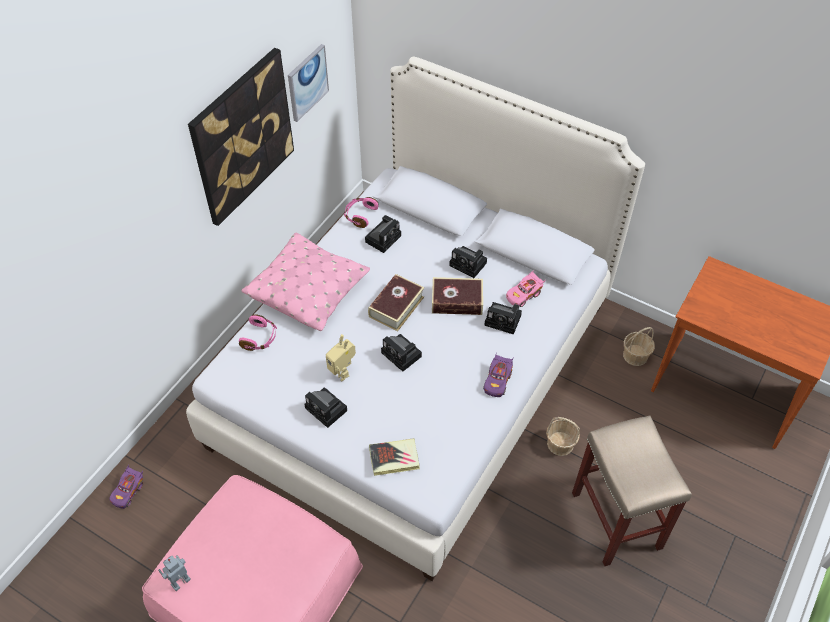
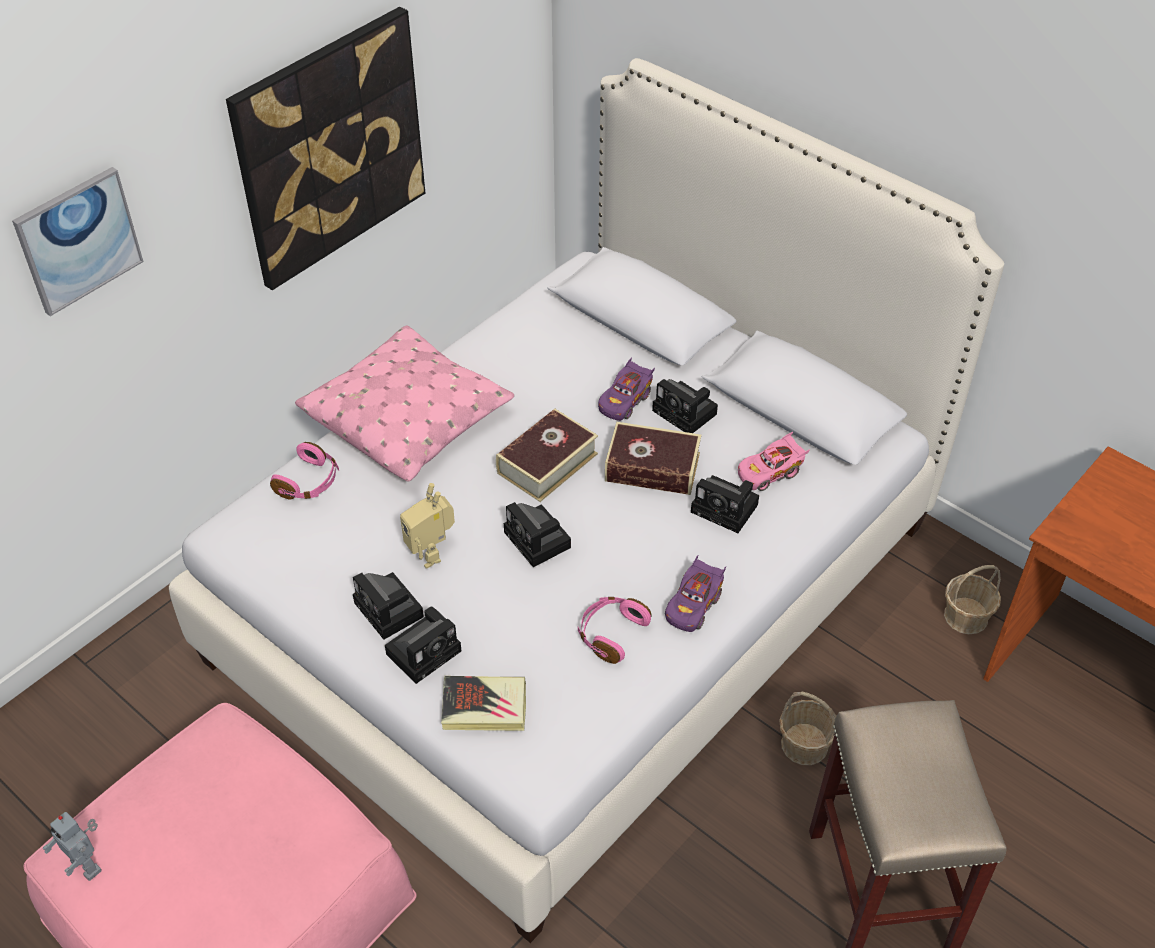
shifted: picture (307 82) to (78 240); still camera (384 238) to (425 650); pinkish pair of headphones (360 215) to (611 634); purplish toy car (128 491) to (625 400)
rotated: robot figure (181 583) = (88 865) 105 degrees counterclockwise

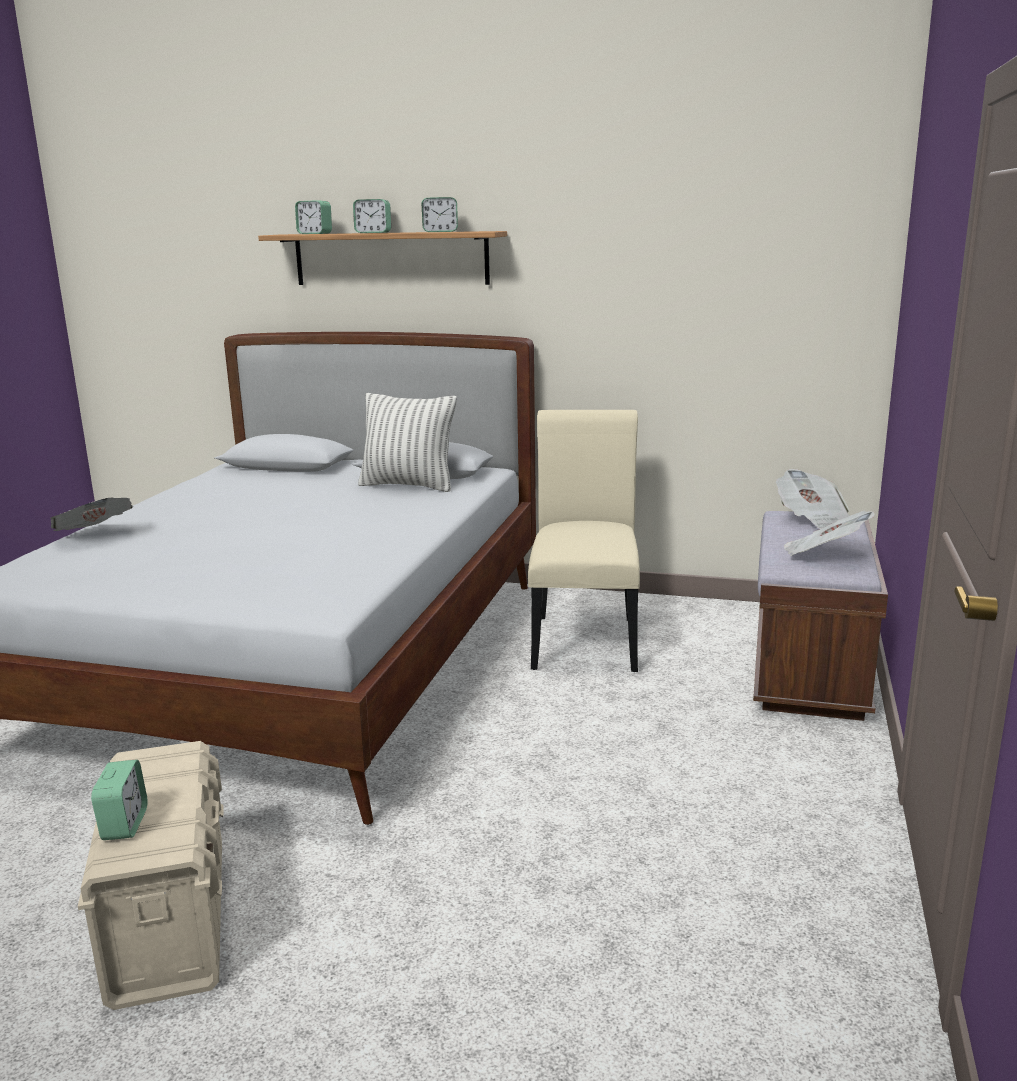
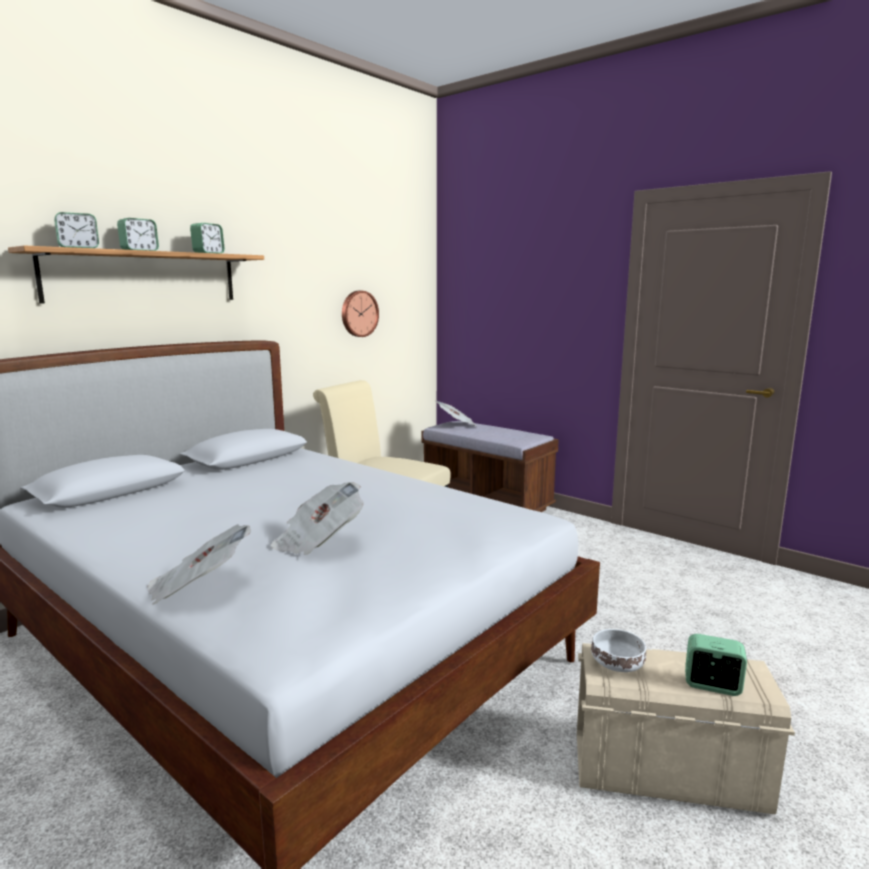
gone: throw pillow (408 485)
new: wall clock (358 313); white-coloured serving bowl (618 664)
shifted: daily paper (823 555) to (318 541)

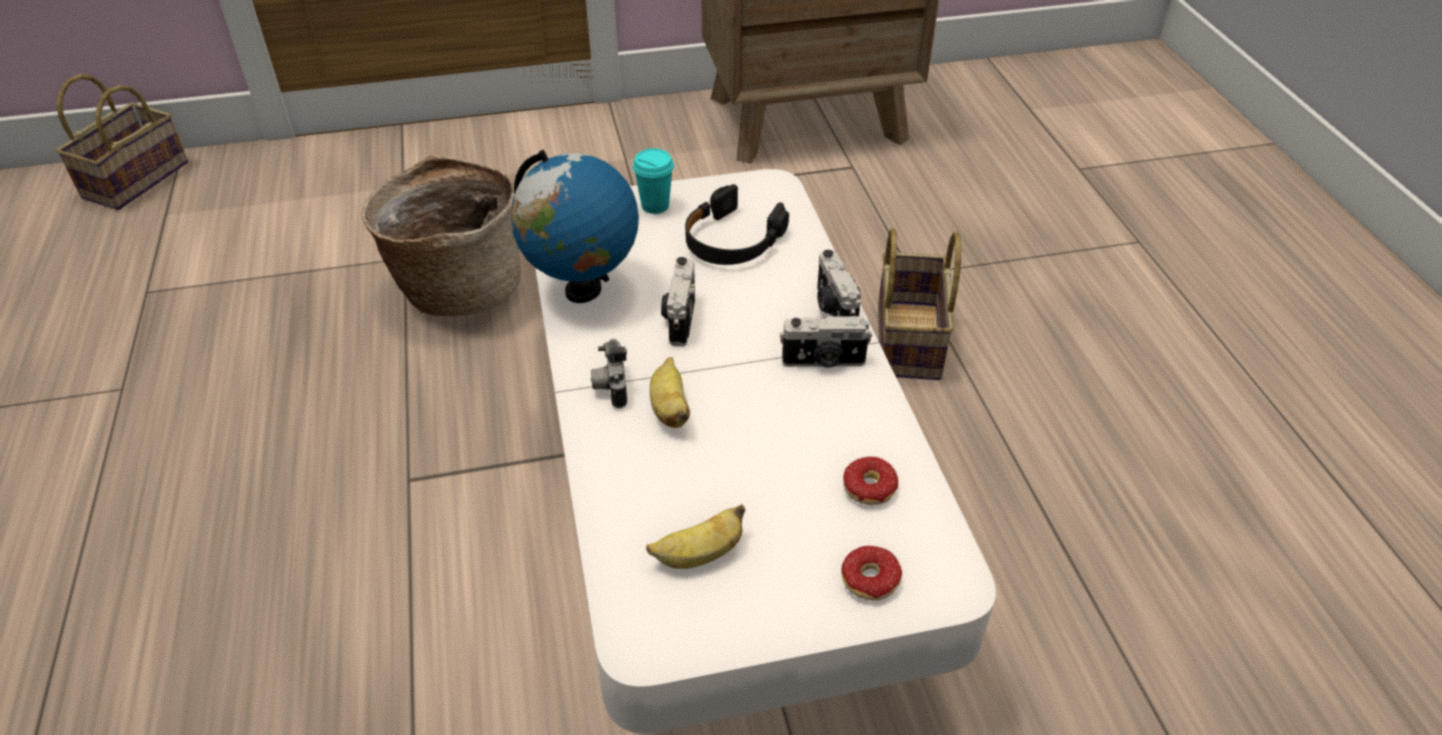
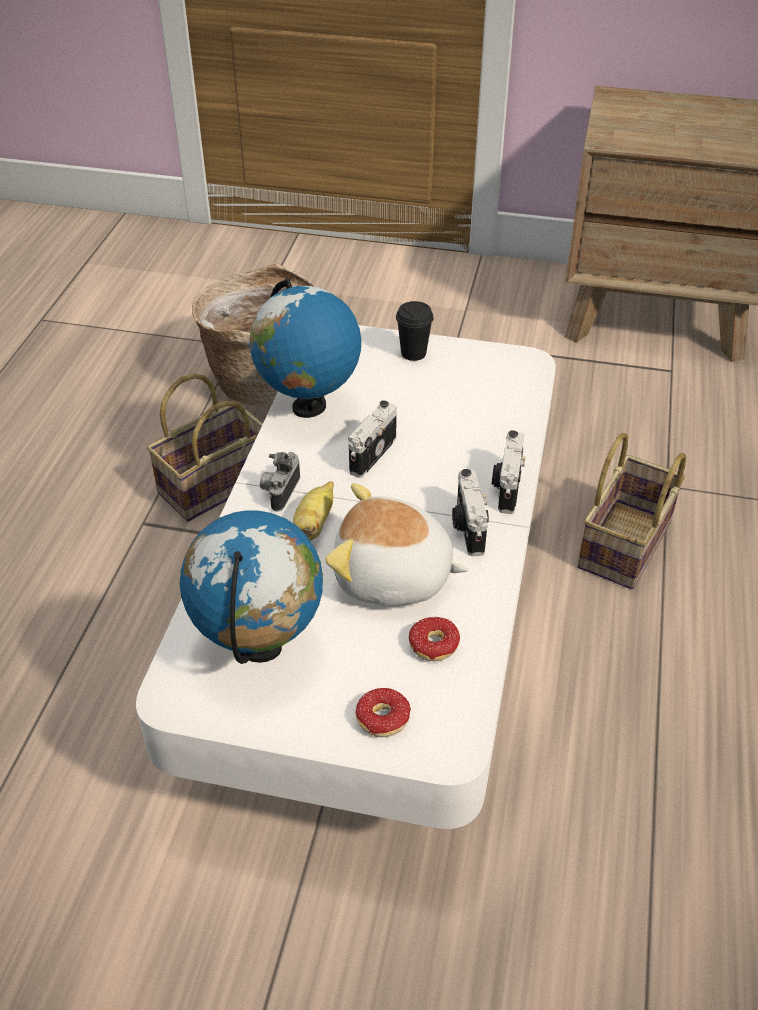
gone: black-coloured pair of headphones (731 240)
new: cuddly toy (392 577)
shifted: storage basket (136 178) to (216 482)
swapped: banana fruit (699 555) to desk globe (260 647)
repainted: turquoise cup (655 206) to black-coloured cup (413 353)
rotated: still camera (823 362) = (467 528) 60 degrees clockwise

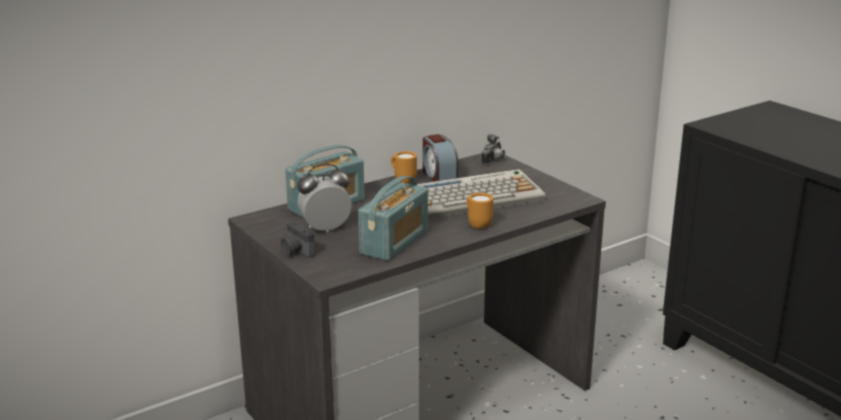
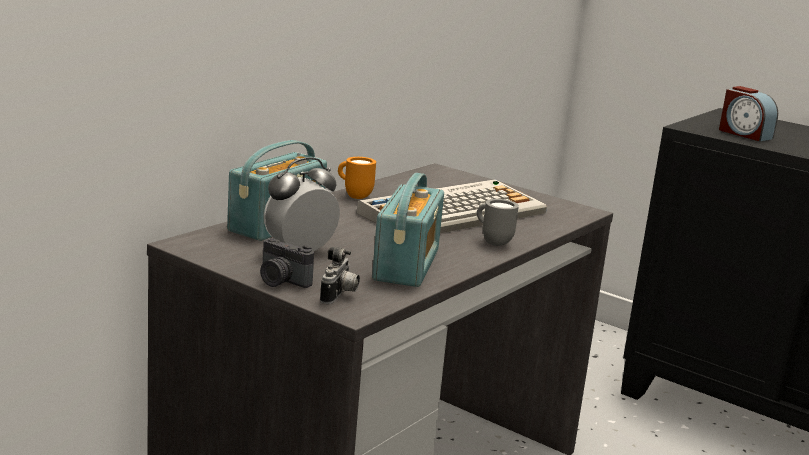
shifted: still camera (494 161) to (339 296); table clock (439 175) to (744 134)
repainted: orangey mug (477 225) to grey mug (492 242)

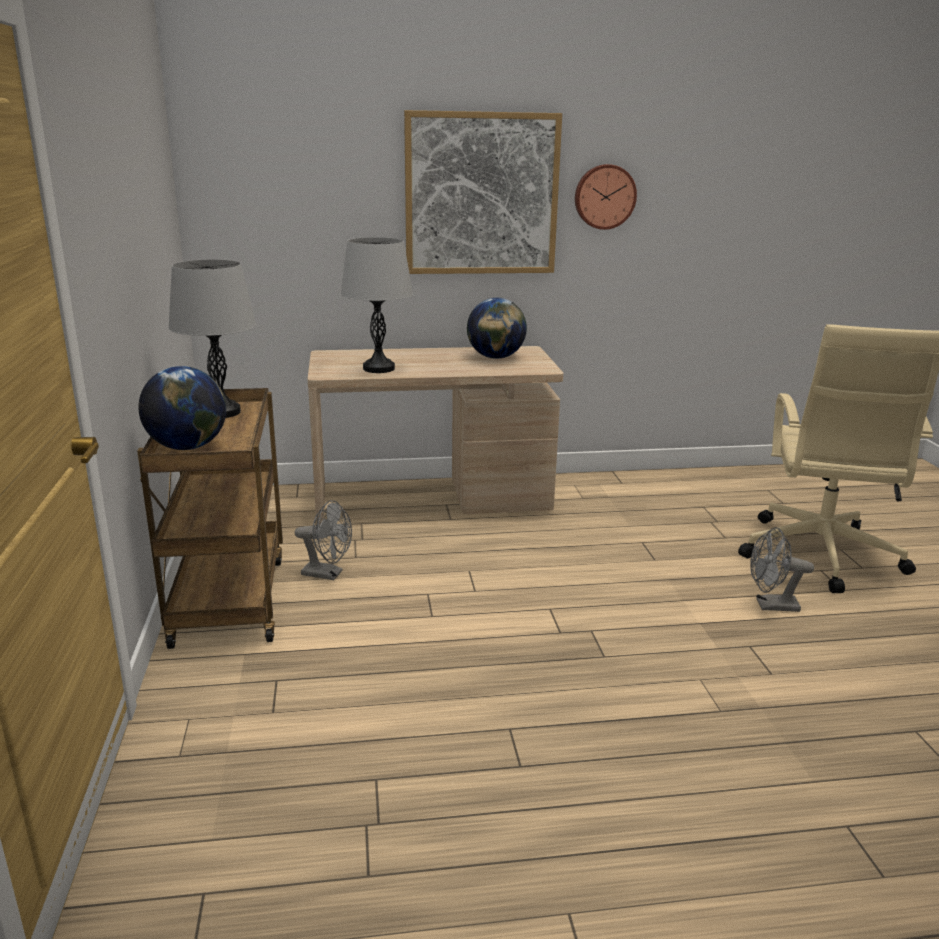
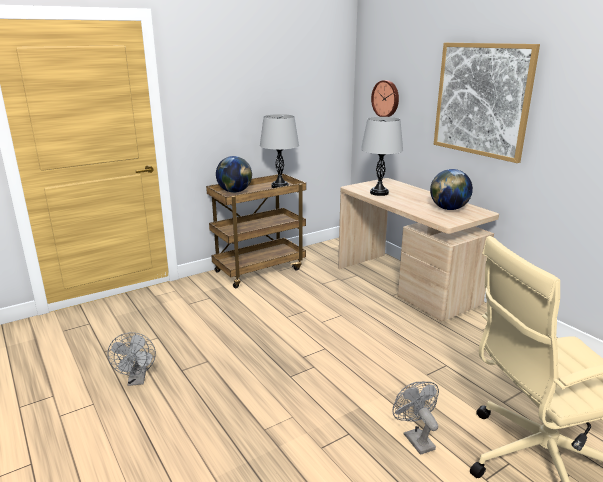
shifted: grey electric fan (328 574) to (137 380); wall clock (604 196) to (386 98)

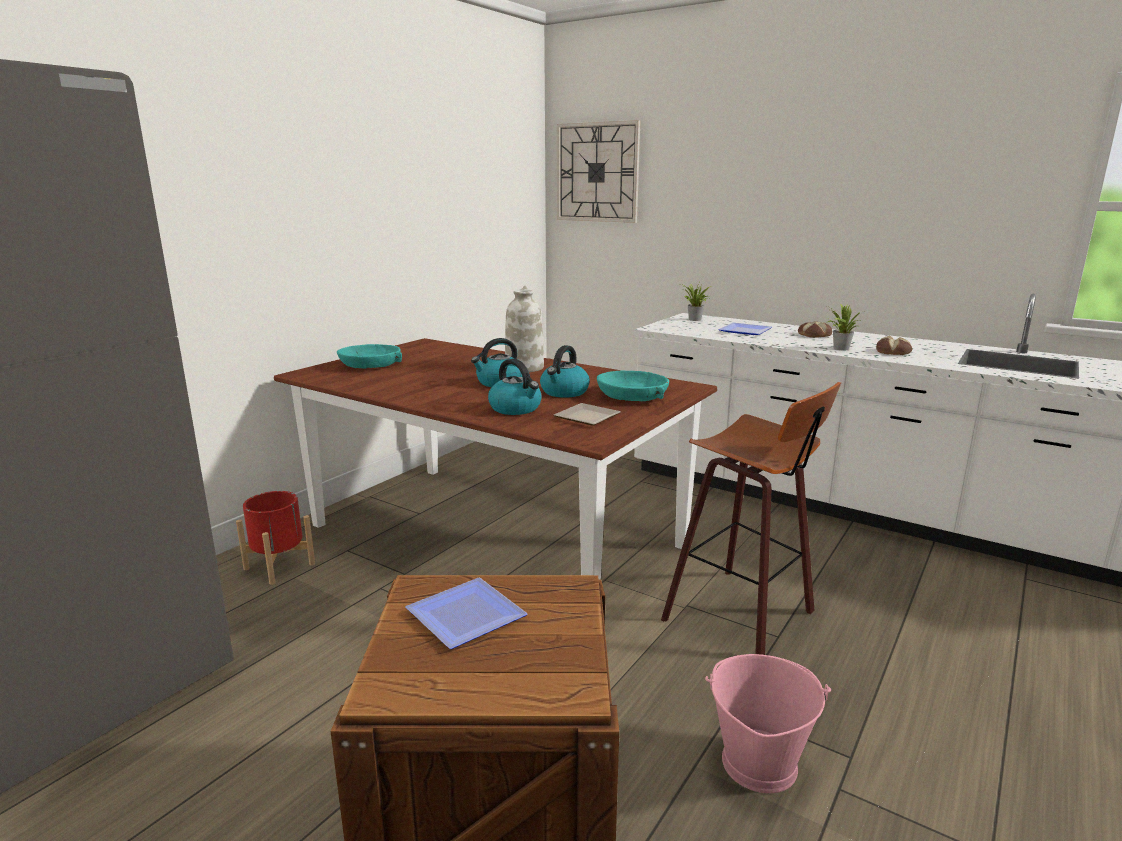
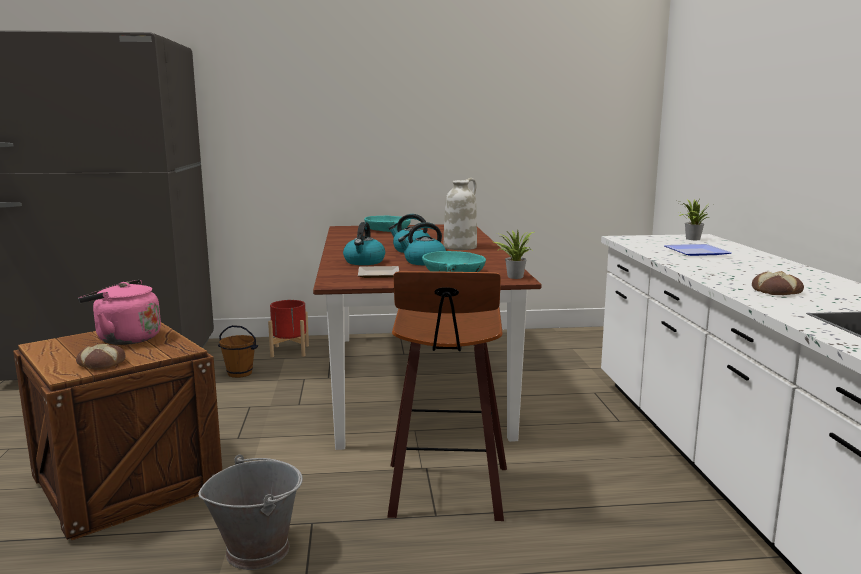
gone: wall clock (597 172)
new: brown water bucket (240 373)
shifted: baked bread (814 335) to (102 363); houseplant (839 348) to (513 276)
swapped: flat dish (461 616) to pinkish tea kettle (125 339)
repainted: pinkish water bucket (757 763) to grey water bucket (258 549)

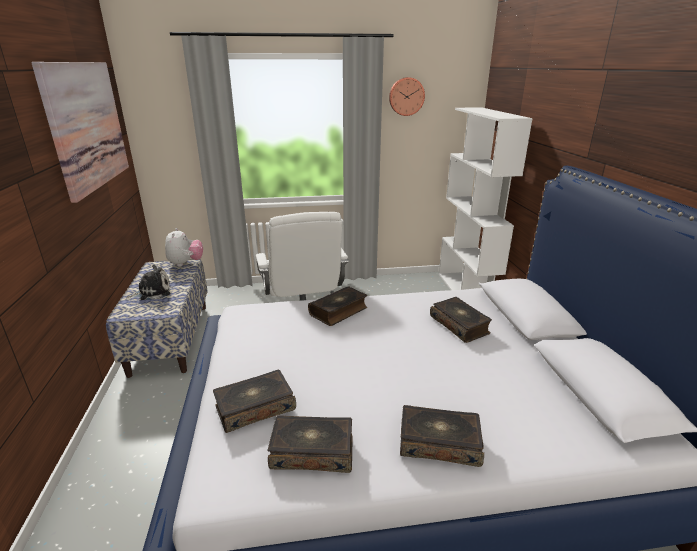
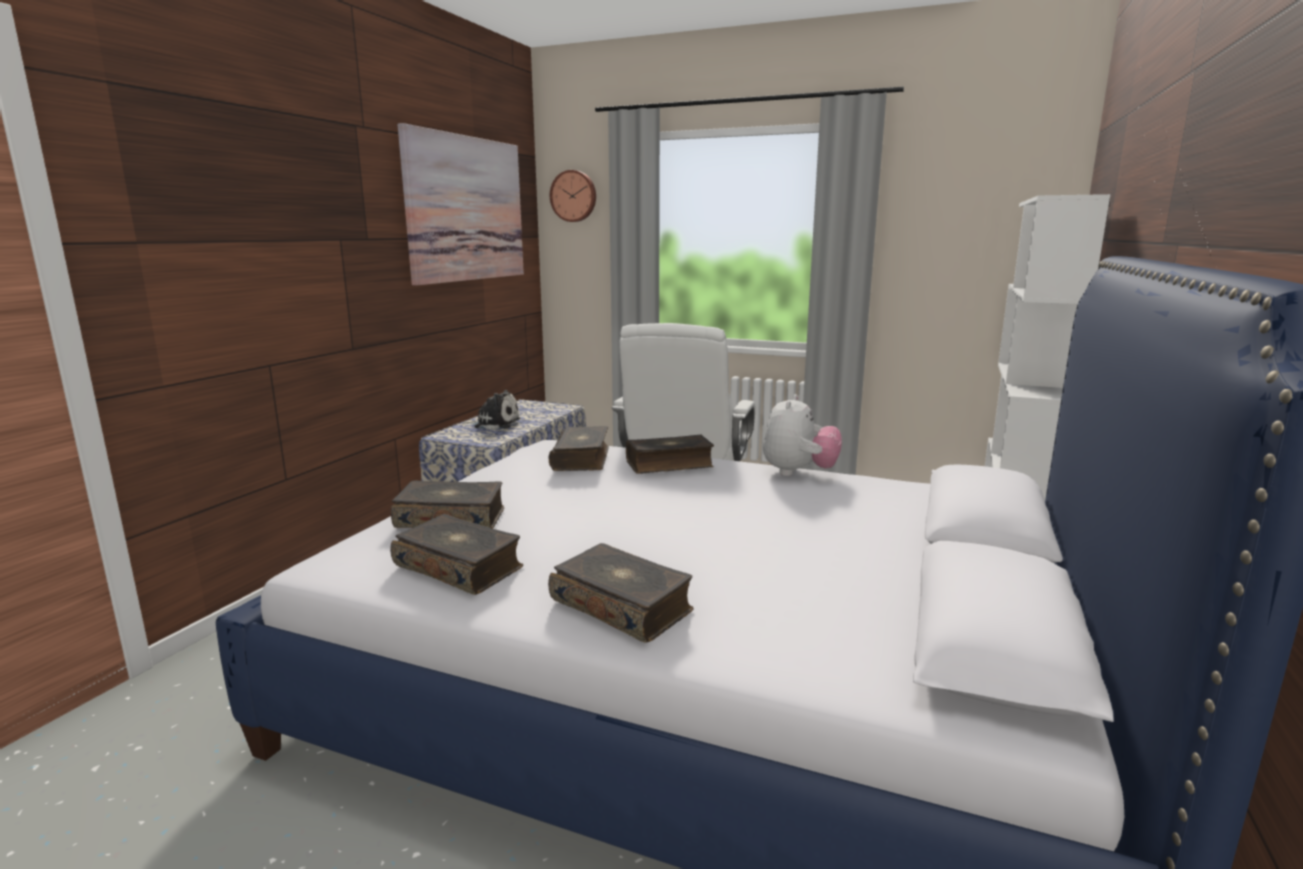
shifted: bound book (459 325) to (582 458); wall clock (406 96) to (574 196); cuddly toy (185 263) to (798 473)

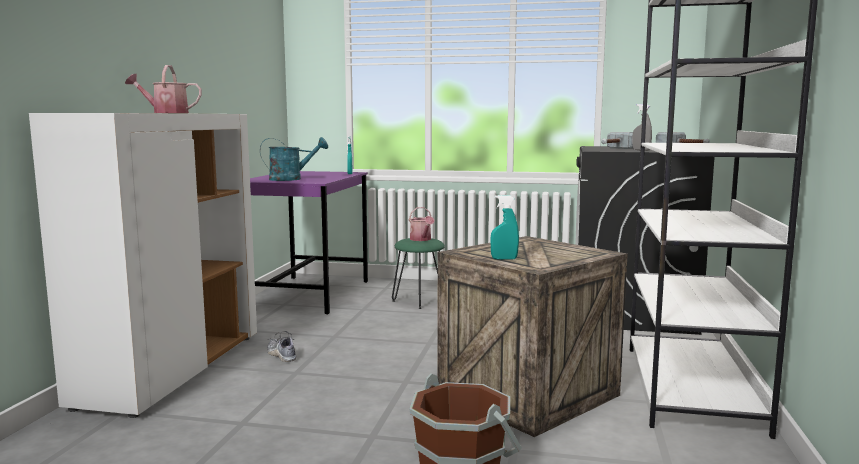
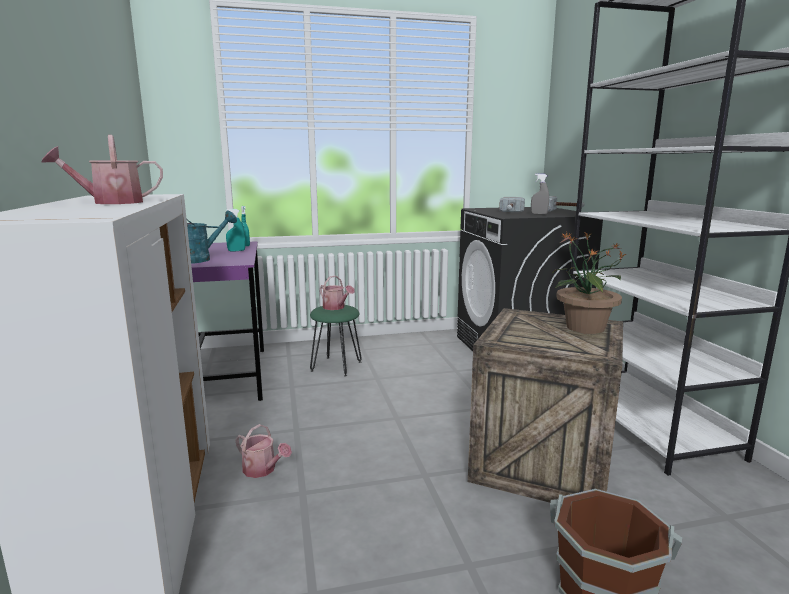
new: houseplant (584 328)
shifted: turquoise hand sprayer (504 259) to (236 251)
swapped: low shoe (281 355) to watering can (263 470)

